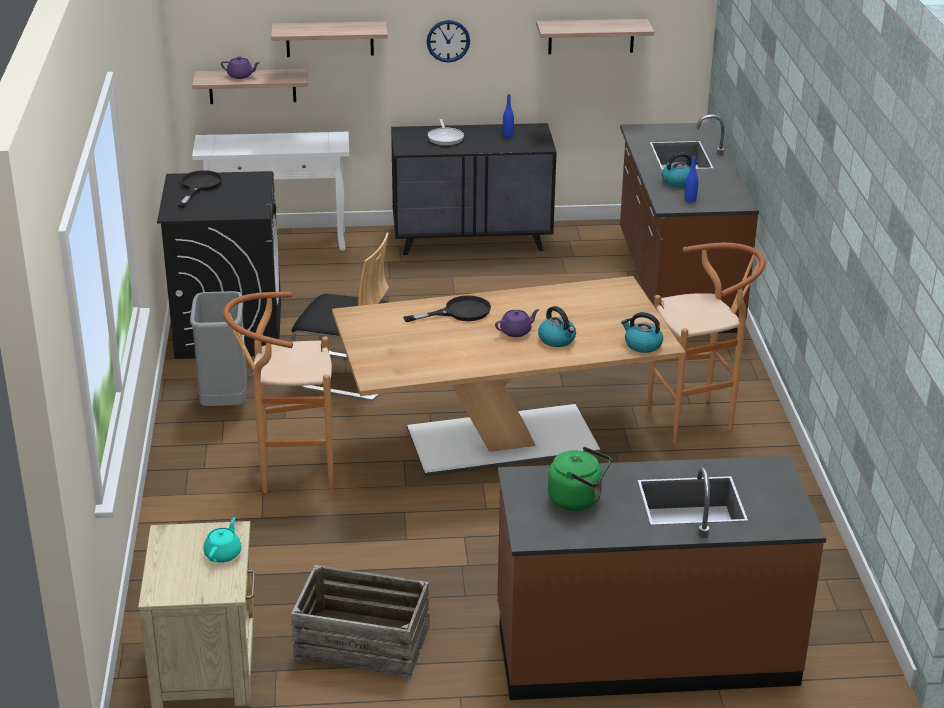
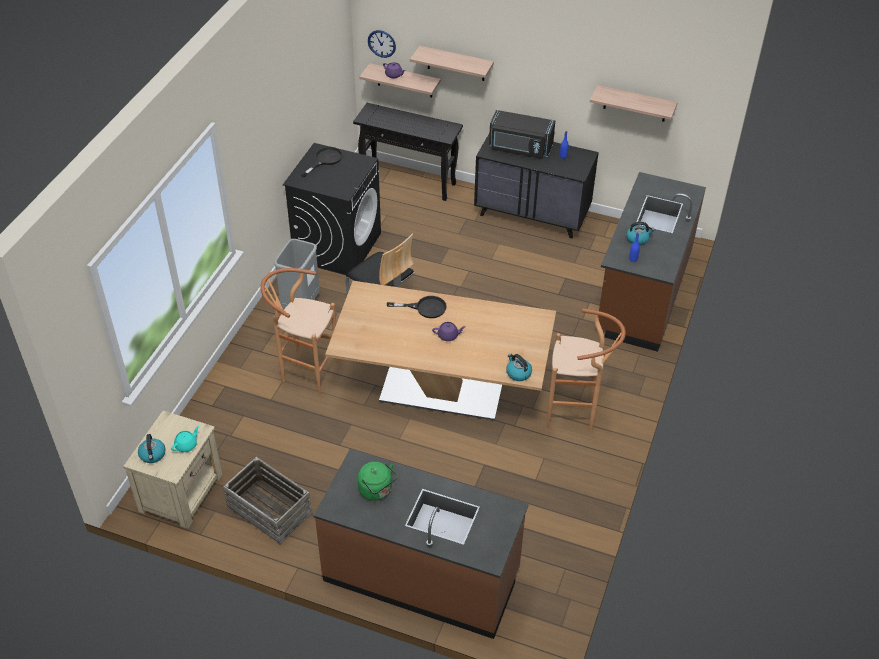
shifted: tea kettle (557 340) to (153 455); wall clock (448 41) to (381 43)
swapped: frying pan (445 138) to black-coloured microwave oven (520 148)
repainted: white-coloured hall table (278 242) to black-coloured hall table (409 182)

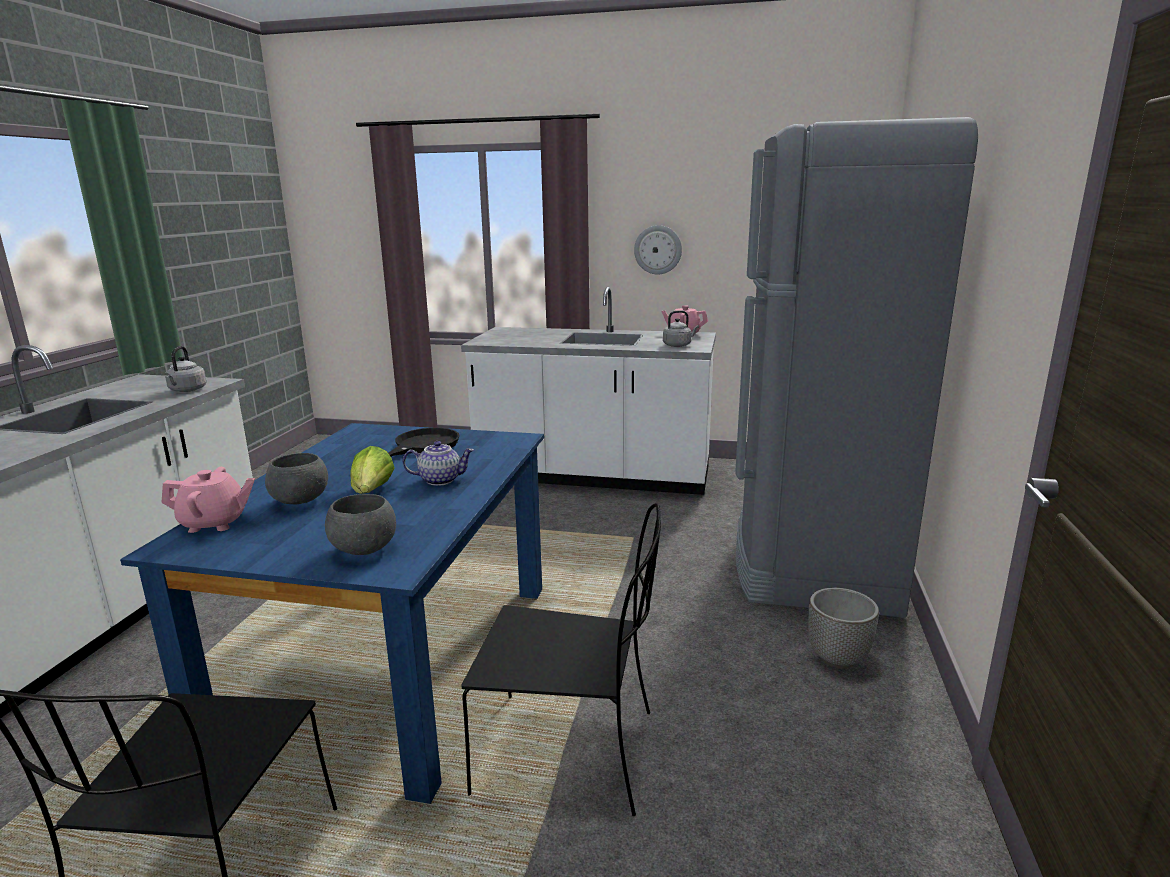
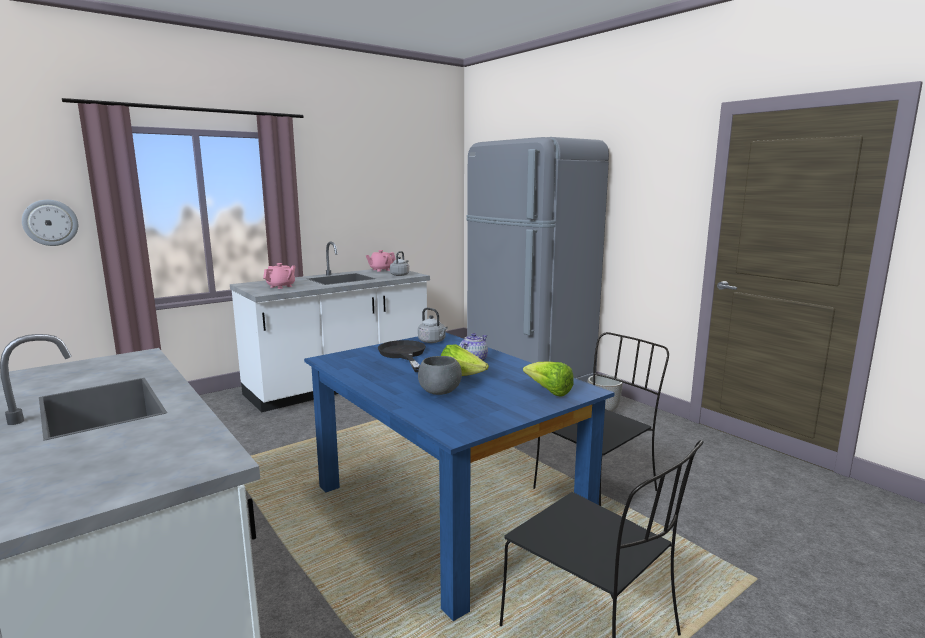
shifted: wall clock (658 250) to (50 222); pinkish tea pot (214 523) to (281 286); grey tea kettle (187 390) to (433 341)
swapped: grey serving bowl (363 550) to lettuce (549 392)

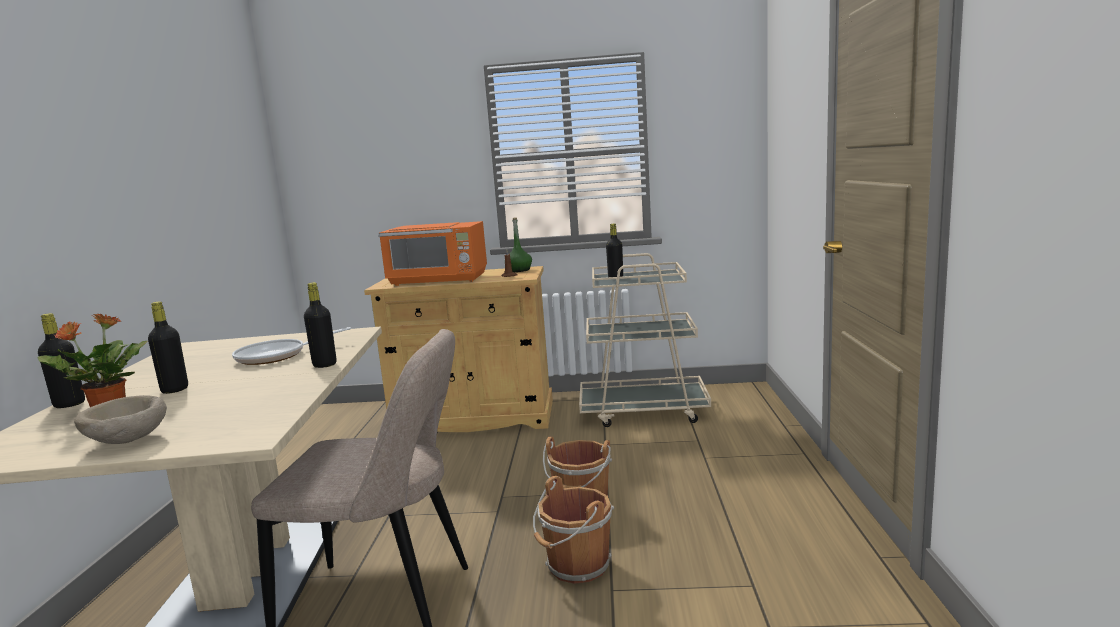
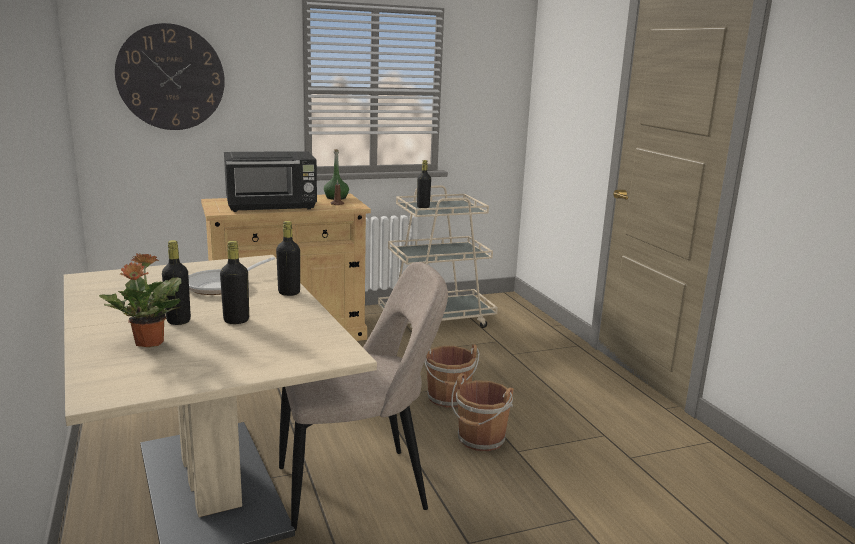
gone: beige serving bowl (127 441)
new: wall clock (171 77)
shifted: black-coloured drink bottle (69 404) to (236 320)
repainted: orangey microwave oven (439 280) to black-coloured microwave oven (272 207)

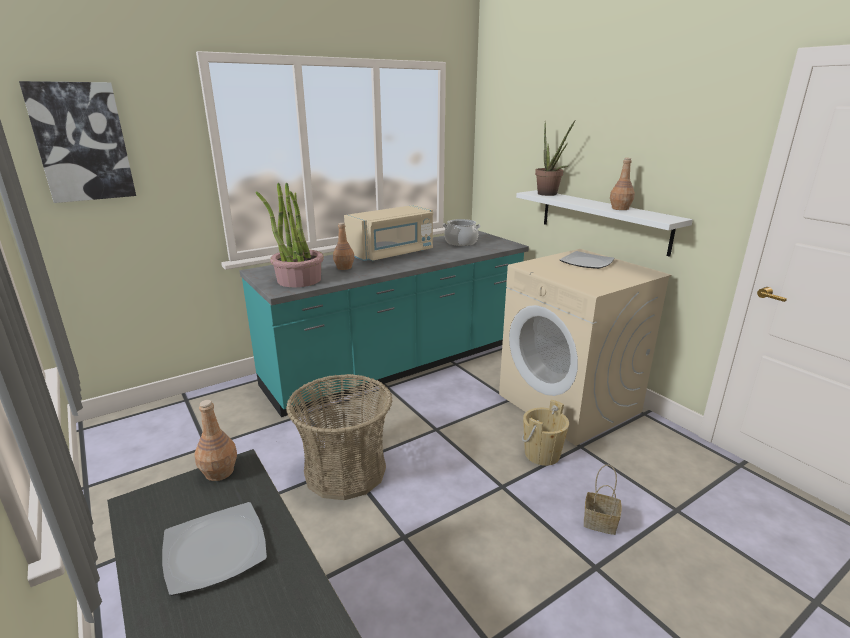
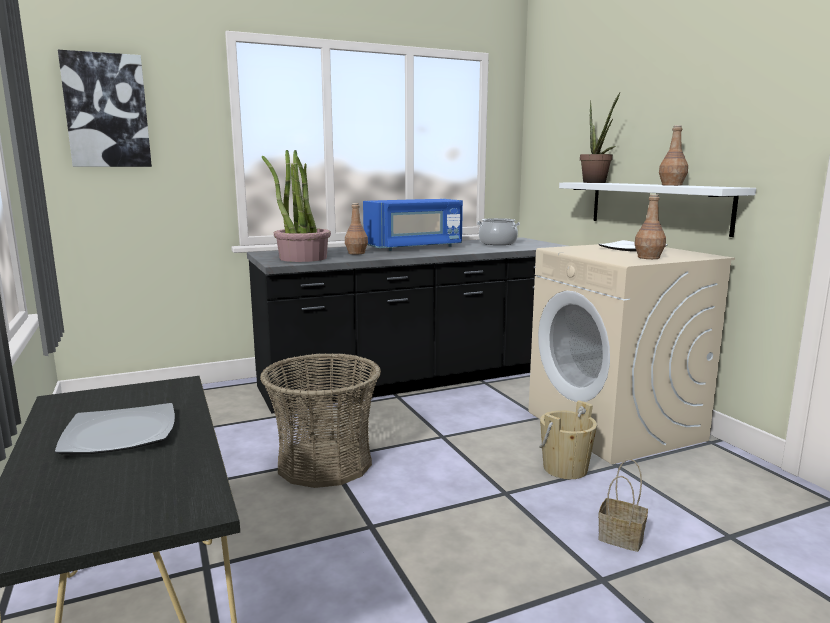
shifted: brown drink bottle (220 472) to (649 257)
repainted: turquoise counter (397 365) to black-coloured counter (416 379); beige microwave oven (392 254) to bluish microwave oven (414 247)

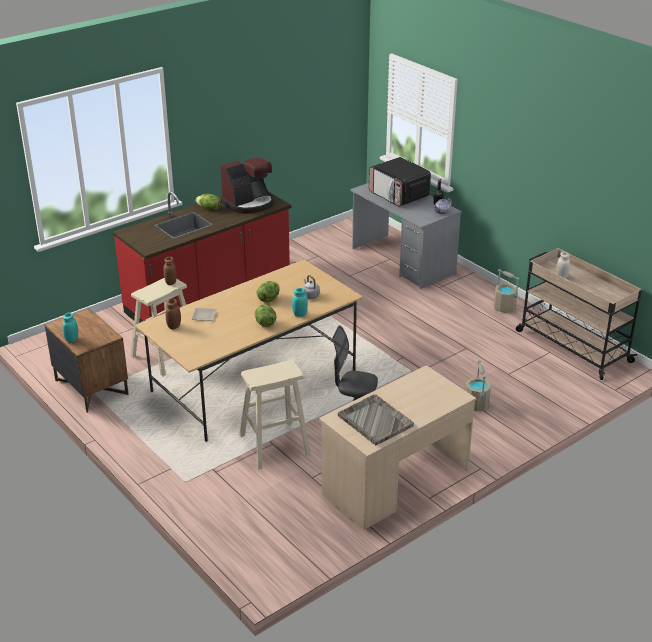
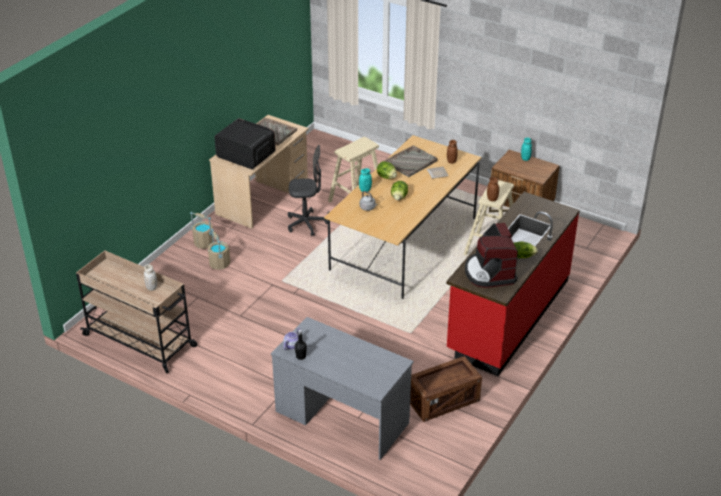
new: grey carrying tray (411 162); crate (443 400)
shifted: beige water bucket (504 307) to (204 243); microwave oven (399 195) to (245 155)
rotated: coffee maker (249 203) = (489 272) 45 degrees counterclockwise

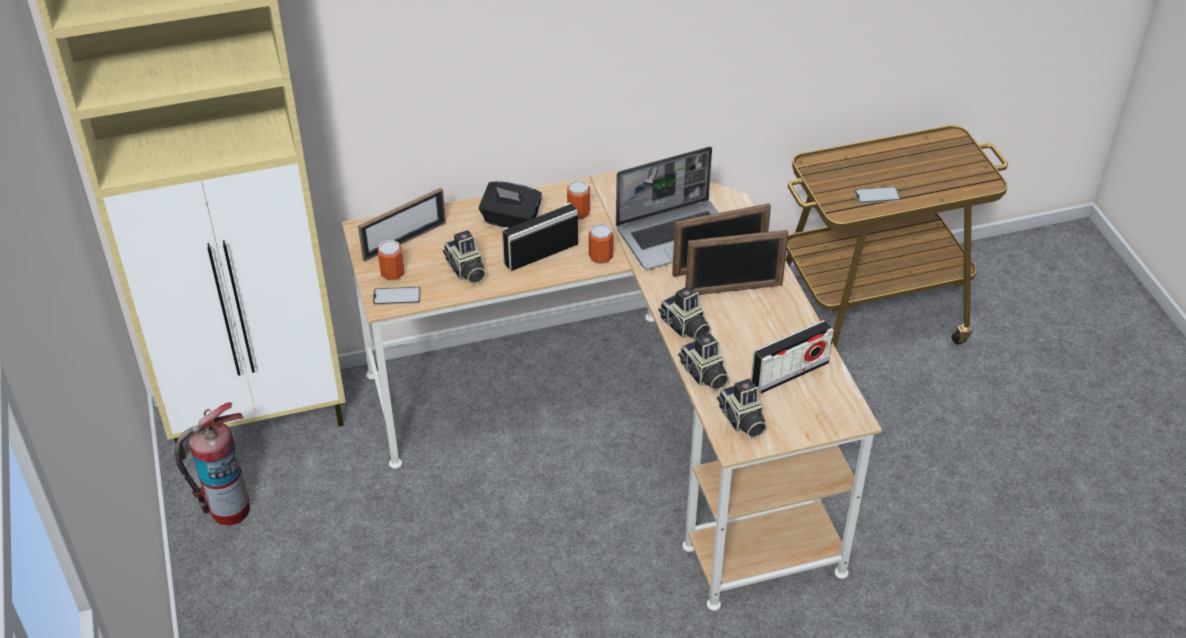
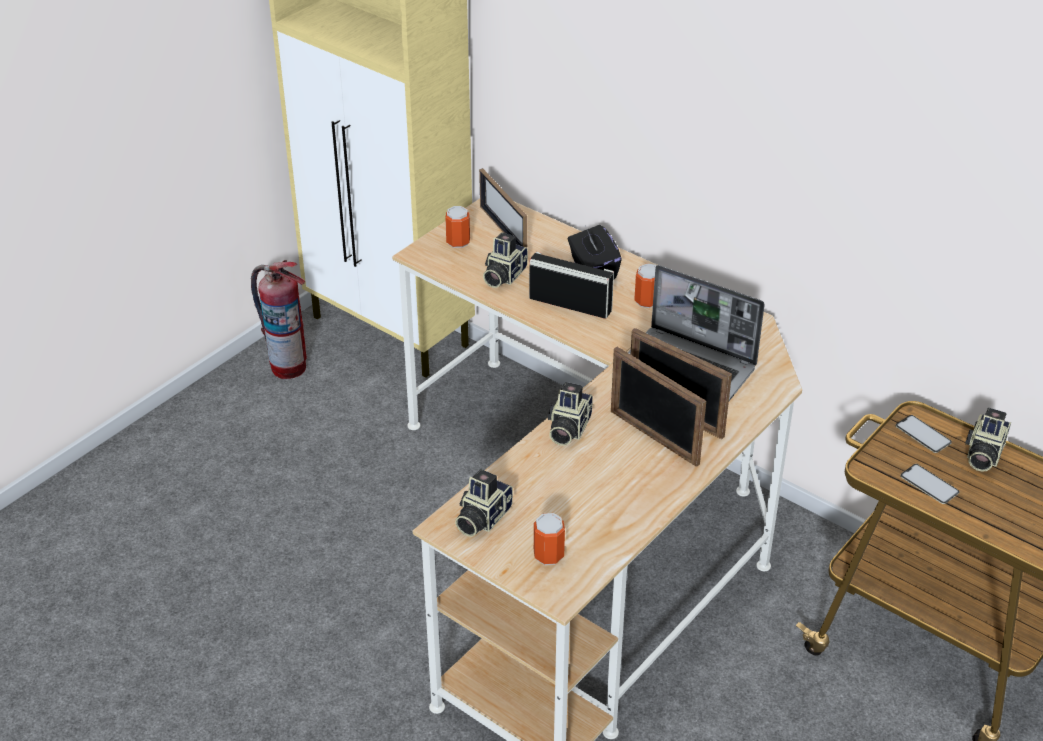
gone: radio (789 373)
shifted: metal can (601 257) to (548 555); handset (397 296) to (923 434); still camera (703 375) to (982 454)
rotated: picture frame (404 241) = (503 230) 45 degrees clockwise

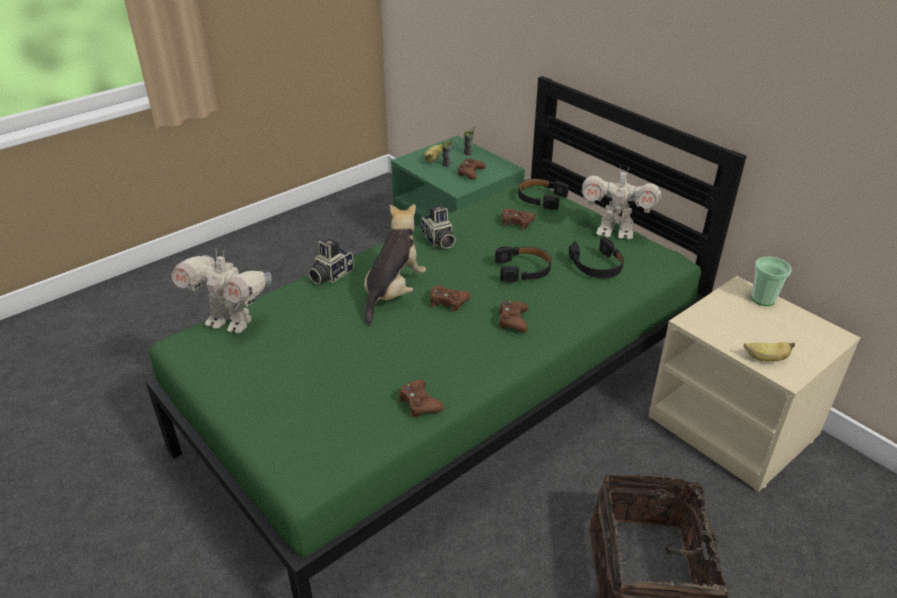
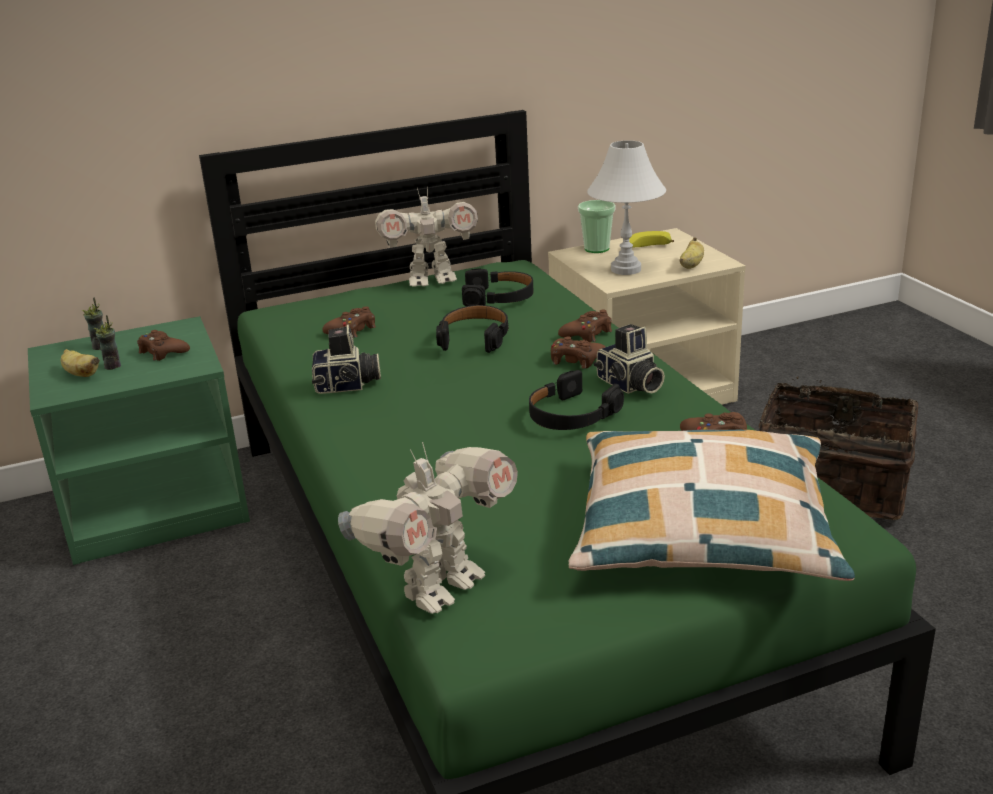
gone: cuddly toy (393 292)
new: throw pillow (703 528); white-coloured table lamp (626 269); banana fruit (647 247)
shifted: black-coloured pair of headphones (540 198) to (571 415); brown game controller (448 302) to (587 334); still camera (330 275) to (629 385)
rotated: robot figure (615 232) = (431 280) 45 degrees clockwise

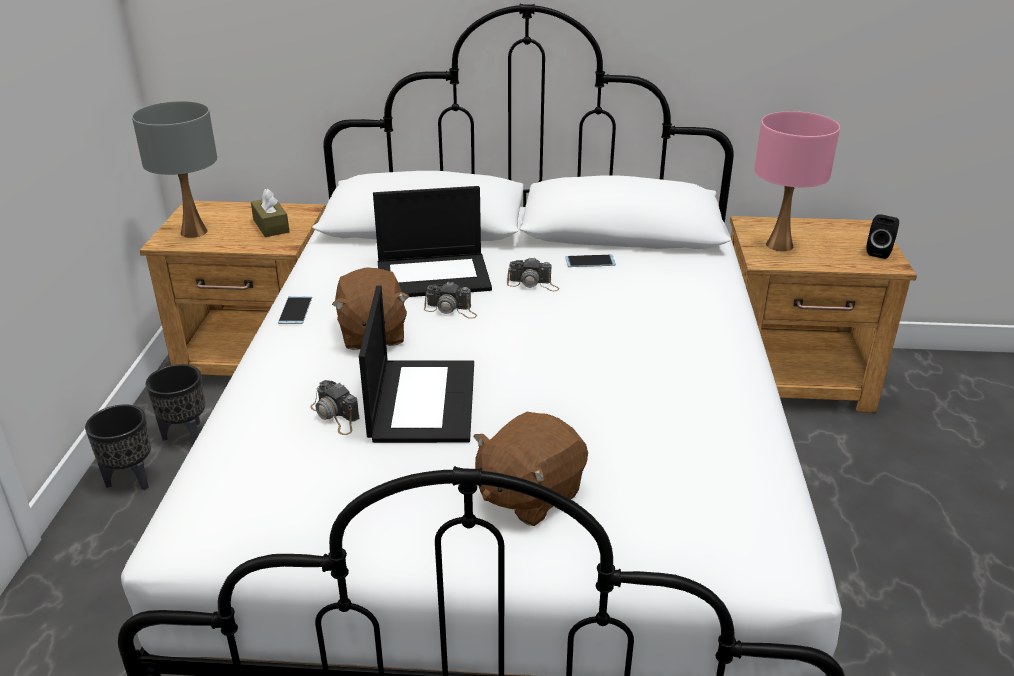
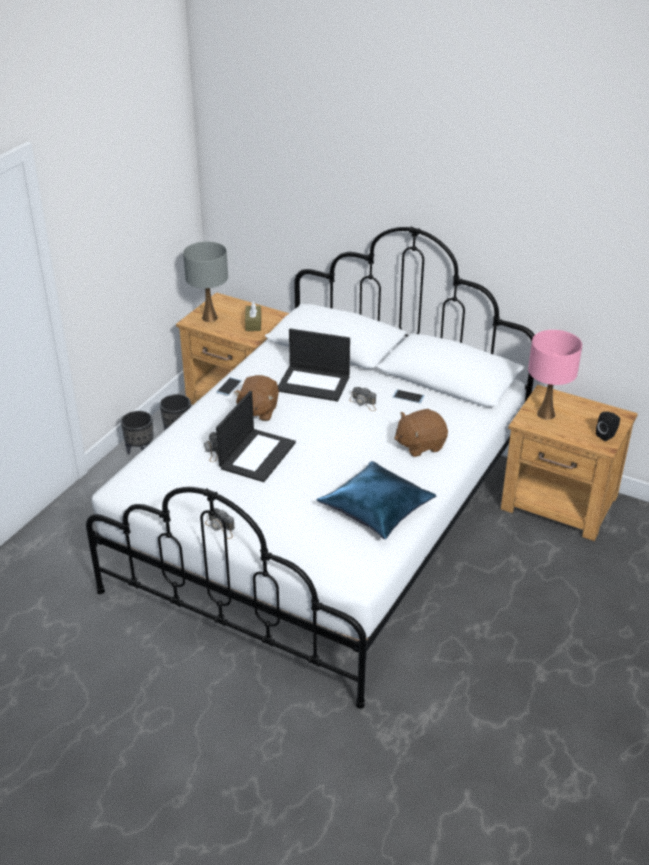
new: bluish throw pillow (377 509)
shifted: still camera (451 309) to (221 527); brown cuddly toy (528 494) to (420 445)

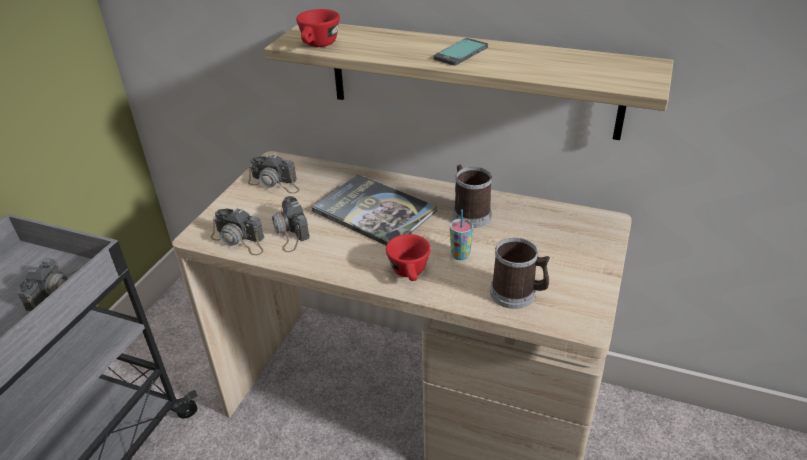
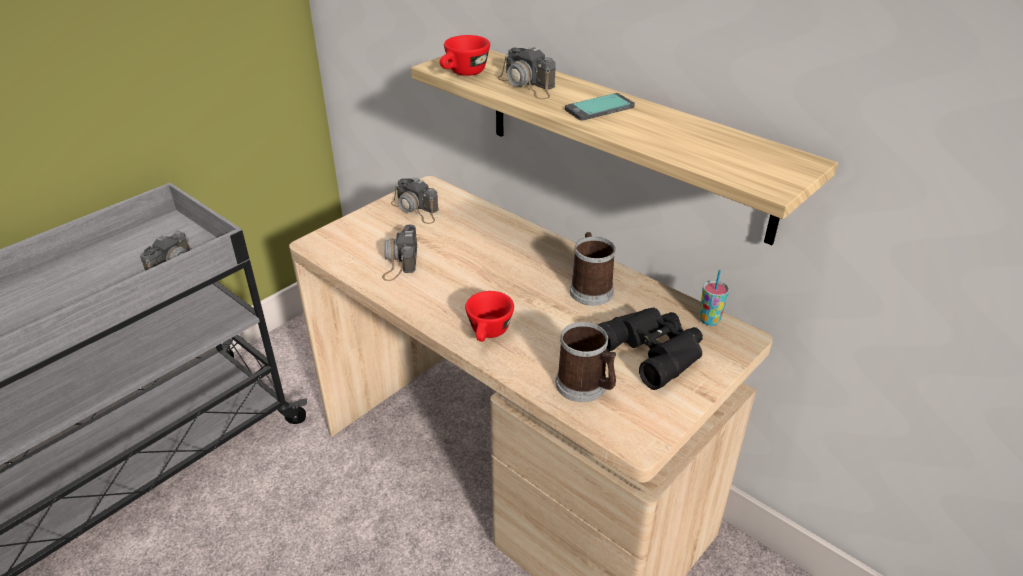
gone: bound book (374 211)
new: black-coloured pair of binoculars (654 350)
shifted: still camera (240 240) to (527 85); cup (460 255) to (709 320)

